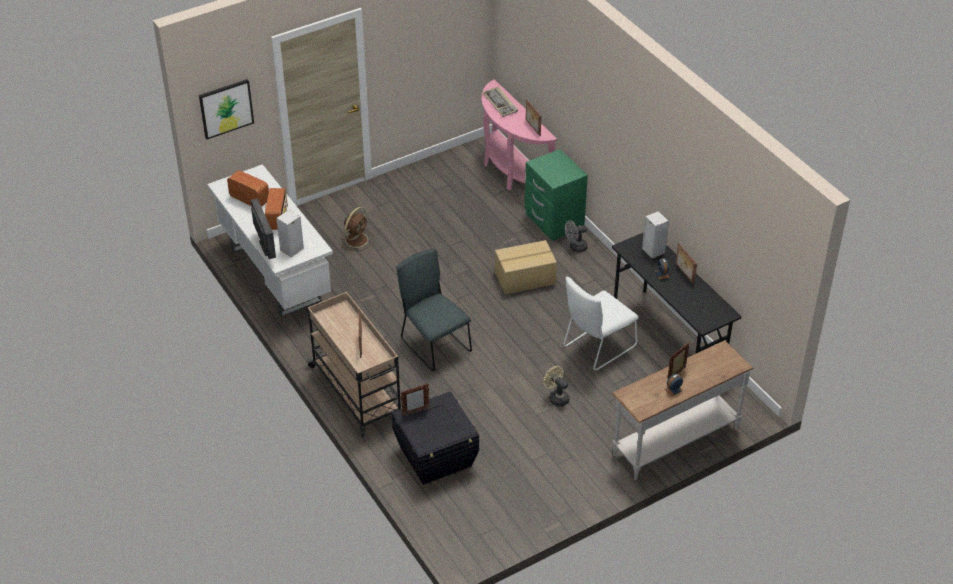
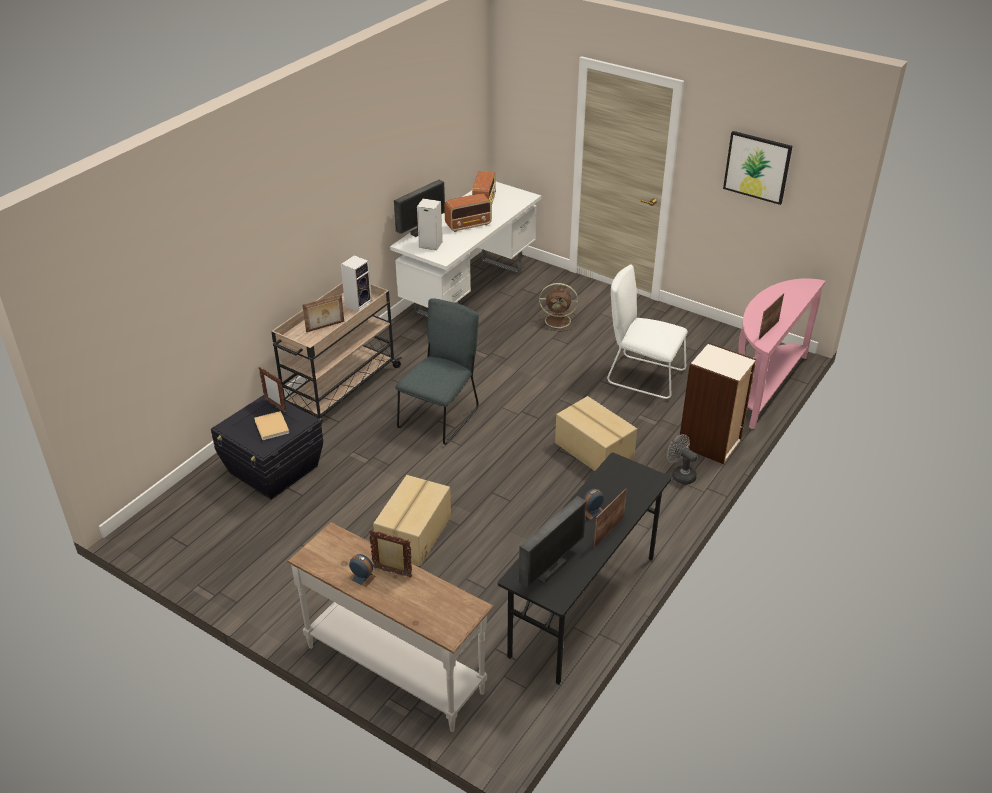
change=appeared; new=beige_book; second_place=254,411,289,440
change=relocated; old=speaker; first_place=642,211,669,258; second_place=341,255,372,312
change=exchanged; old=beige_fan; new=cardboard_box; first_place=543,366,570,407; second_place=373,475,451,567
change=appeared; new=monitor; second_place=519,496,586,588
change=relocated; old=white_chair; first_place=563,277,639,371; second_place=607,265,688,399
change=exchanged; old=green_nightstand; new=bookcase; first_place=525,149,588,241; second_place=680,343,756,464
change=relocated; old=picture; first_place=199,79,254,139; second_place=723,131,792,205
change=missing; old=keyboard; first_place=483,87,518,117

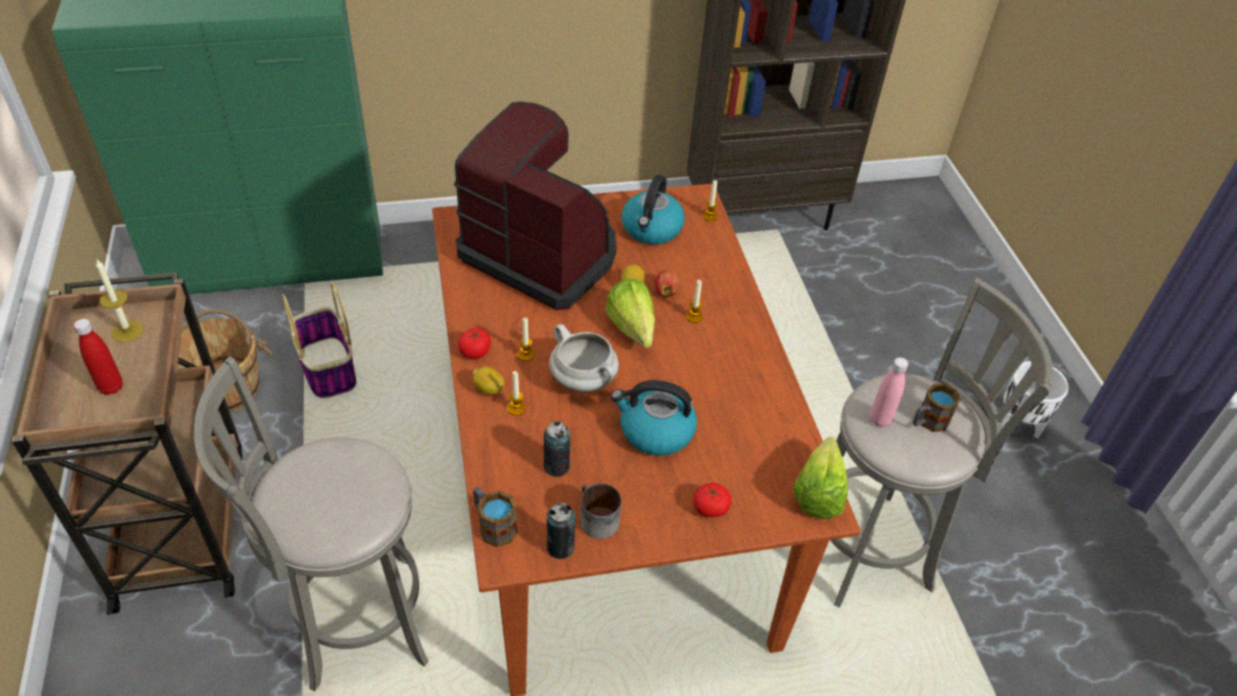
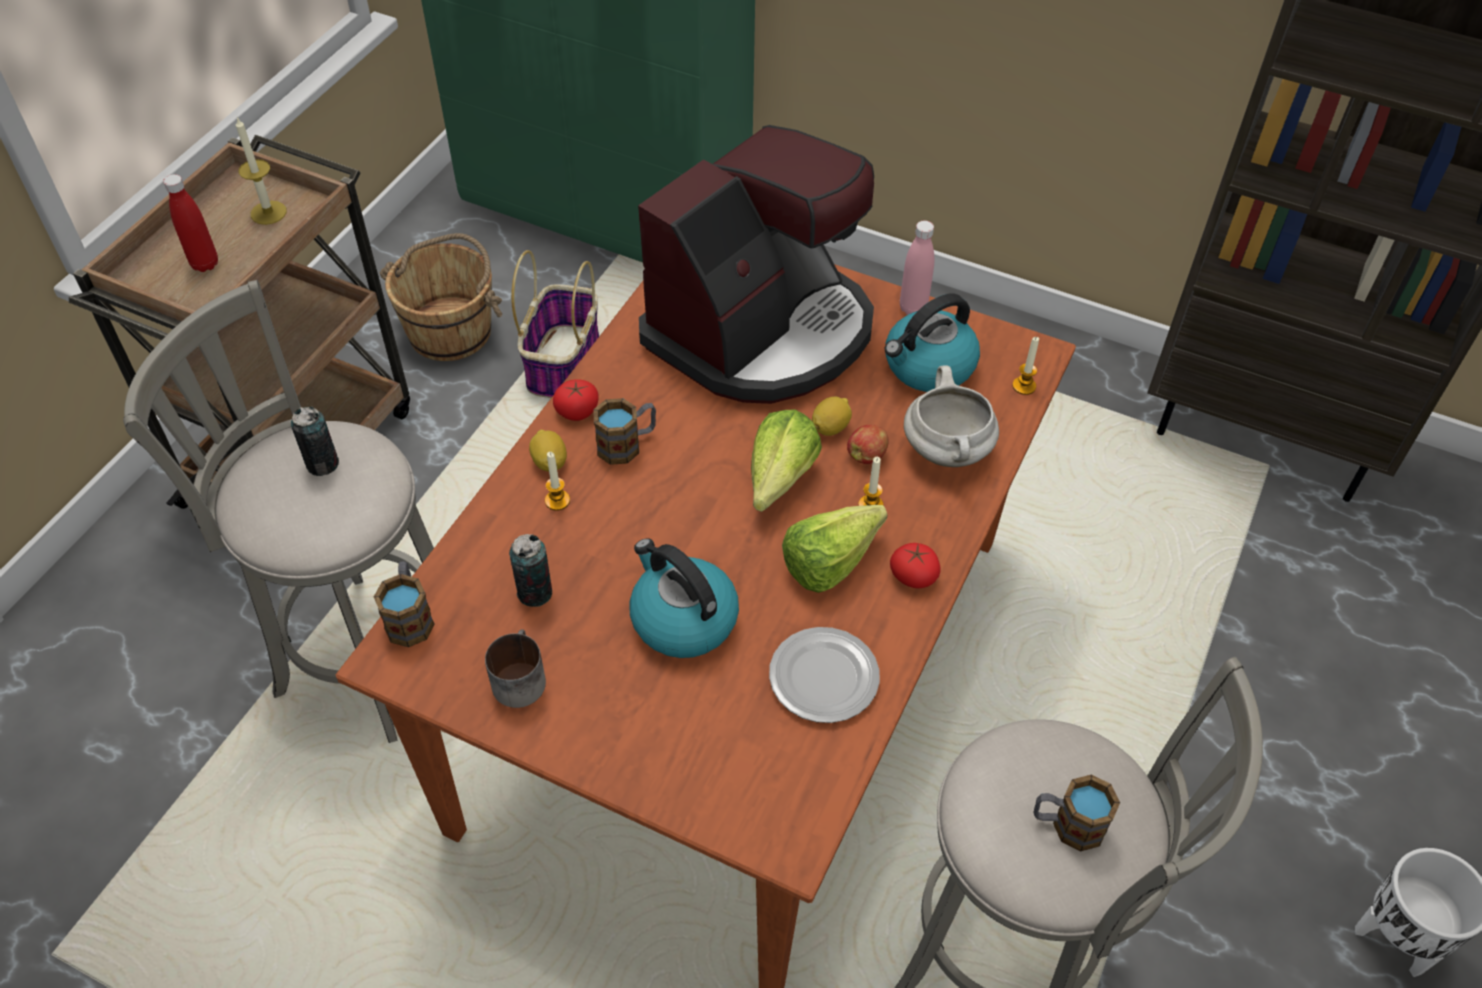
change=relocated; old=can; first_place=547,503,576,559; second_place=291,406,339,476
change=exchanged; old=candle; new=mug; first_place=517,317,535,361; second_place=593,398,656,465
change=spun; old=coffee_machine; first_place=454,101,617,310; second_place=638,125,874,404; degrees=60
change=appeared; new=plate; second_place=769,627,880,723
change=relocated; old=lettuce; first_place=793,437,848,519; second_place=782,505,887,593
change=relocated; old=tomato; first_place=693,483,731,517; second_place=890,543,941,588
change=relocated; old=pink_bottle; first_place=870,357,909,427; second_place=900,221,934,315
change=relocated; old=white_cooking_pot; first_place=549,324,619,393; second_place=904,365,999,467

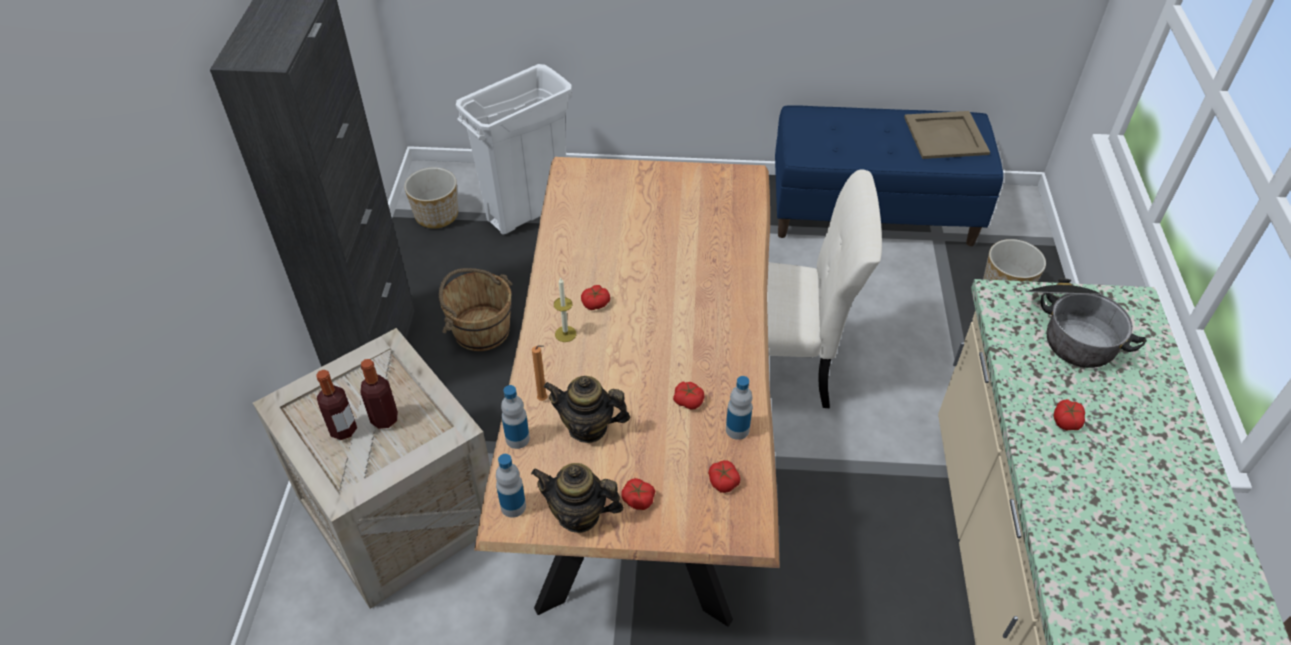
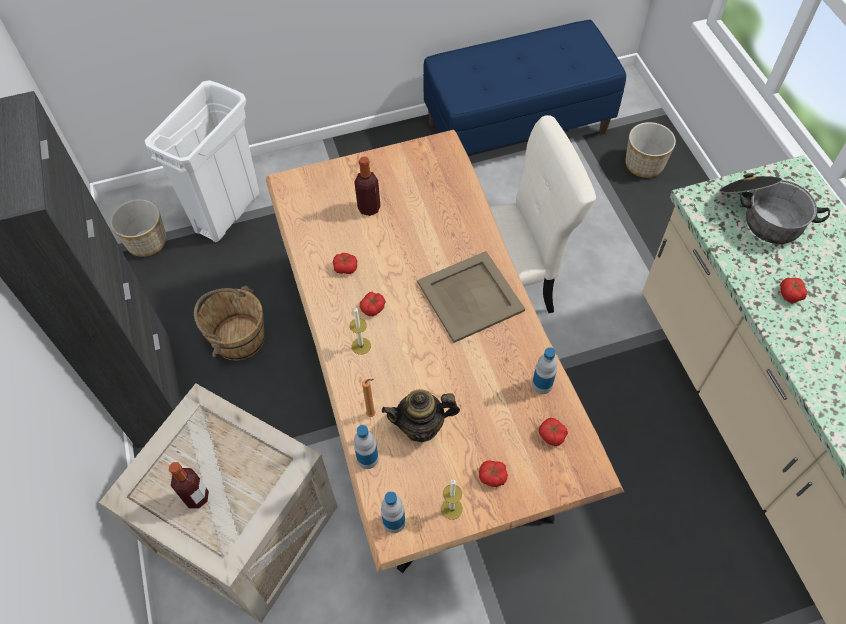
change=relocated; old=tomato; first_place=673,382,705,410; second_place=333,253,357,274
change=relocated; old=bottle; first_place=360,359,398,429; second_place=354,156,380,216
change=relocated; old=beige_tray; first_place=904,111,990,159; second_place=417,251,525,343
change=exchanged; old=teapot; new=candle; first_place=531,463,624,533; second_place=441,479,463,520

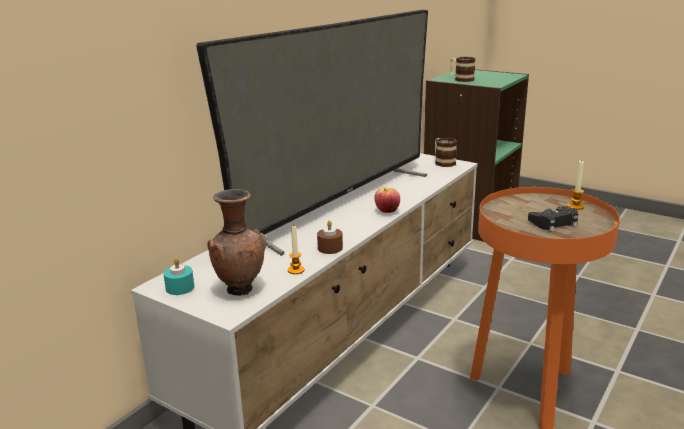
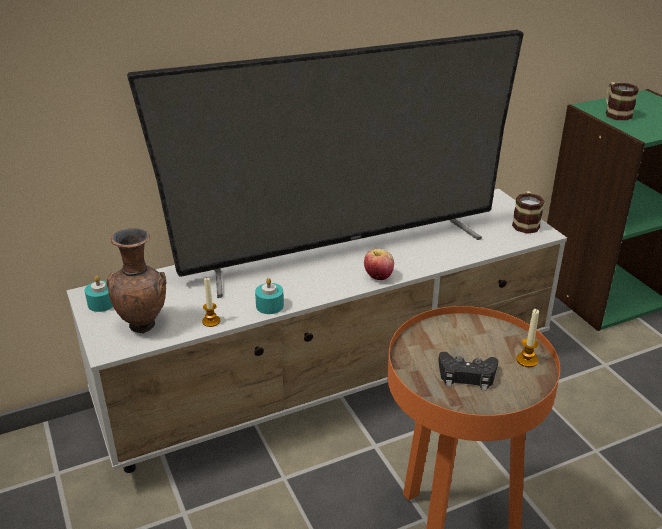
change=colour; old=brown_candle; new=turquoise_candle; first_place=317,221,343,254; second_place=255,278,284,314

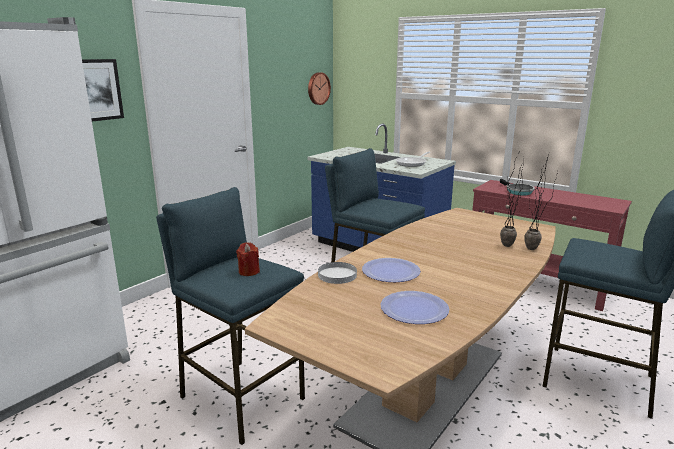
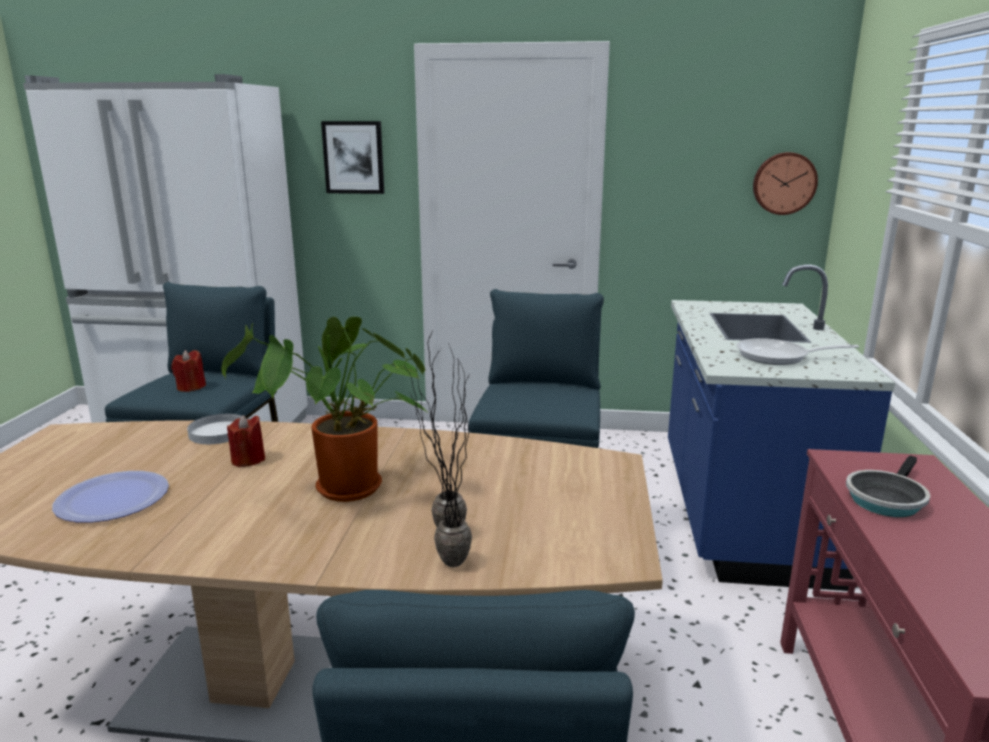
change=appeared; new=potted_plant; second_place=221,317,429,502
change=exchanged; old=plate; new=red_candle; first_place=362,258,421,282; second_place=227,415,265,467

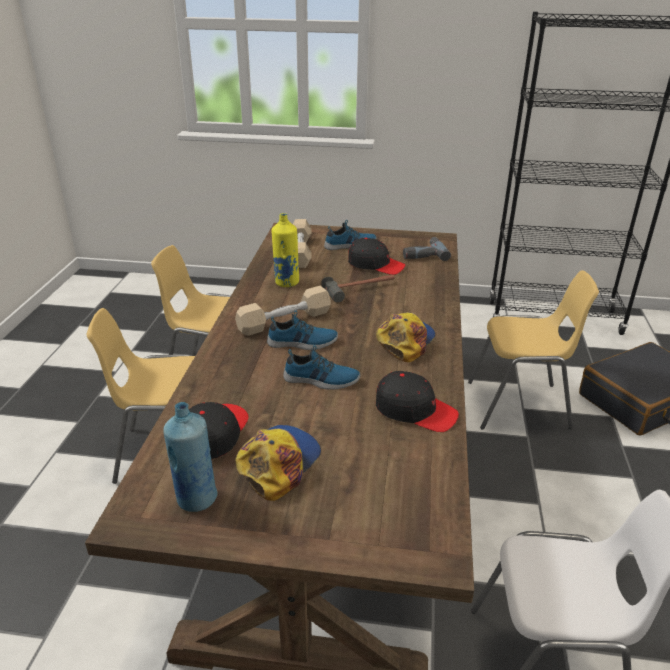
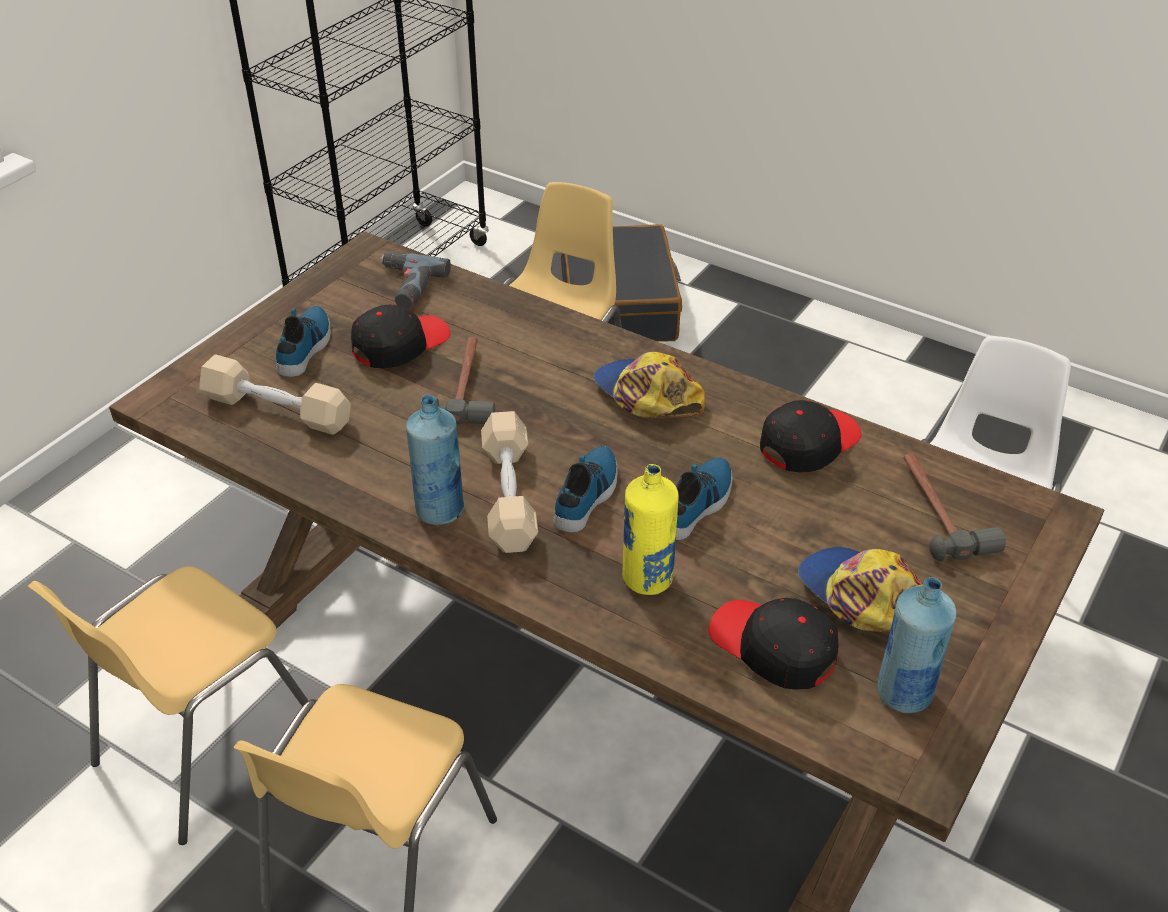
change=appeared; new=blue_bottle; second_place=406,395,464,525
change=relocated; old=yellow_bottle; first_place=271,213,299,287; second_place=622,464,679,595
change=appeared; new=hammer; second_place=904,453,1006,562

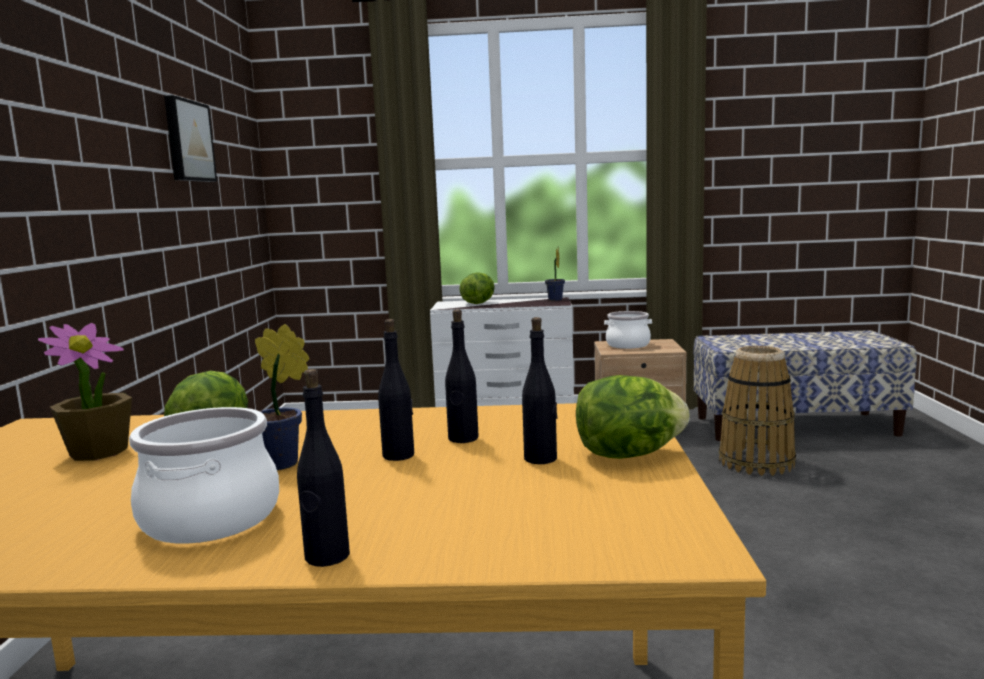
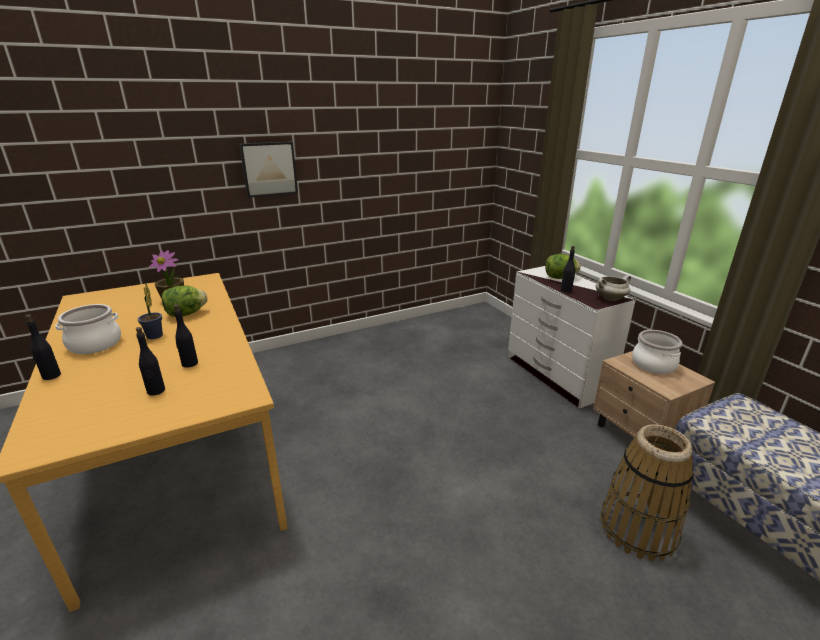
change=relocated; old=picture; first_place=164,95,217,182; second_place=239,142,298,198
change=relocated; old=black_bottle; first_place=378,319,414,461; second_place=561,246,575,293
change=exchanged; old=potted_plant; new=white_cooking_pot; first_place=545,247,565,301; second_place=596,275,631,301
change=missing; old=lettuce; first_place=576,375,690,459

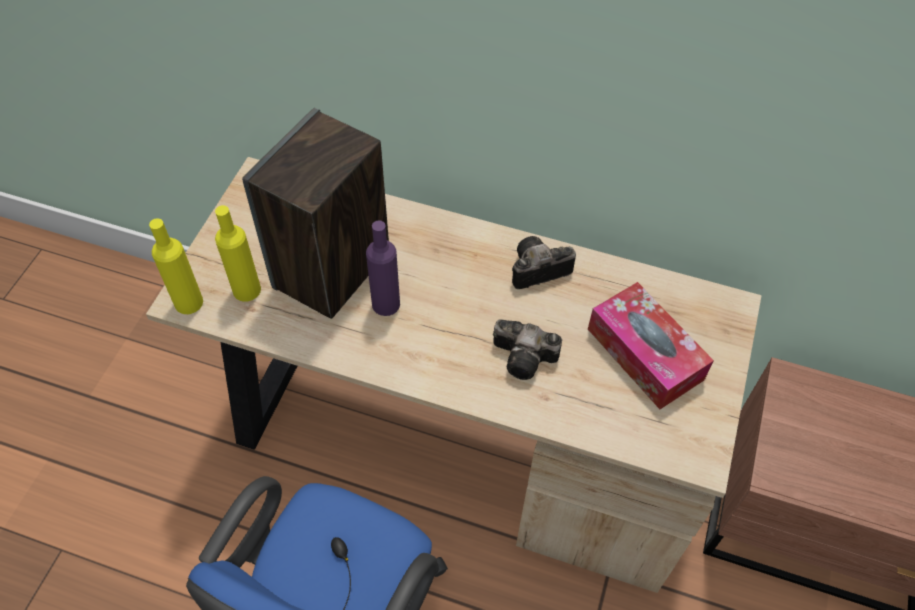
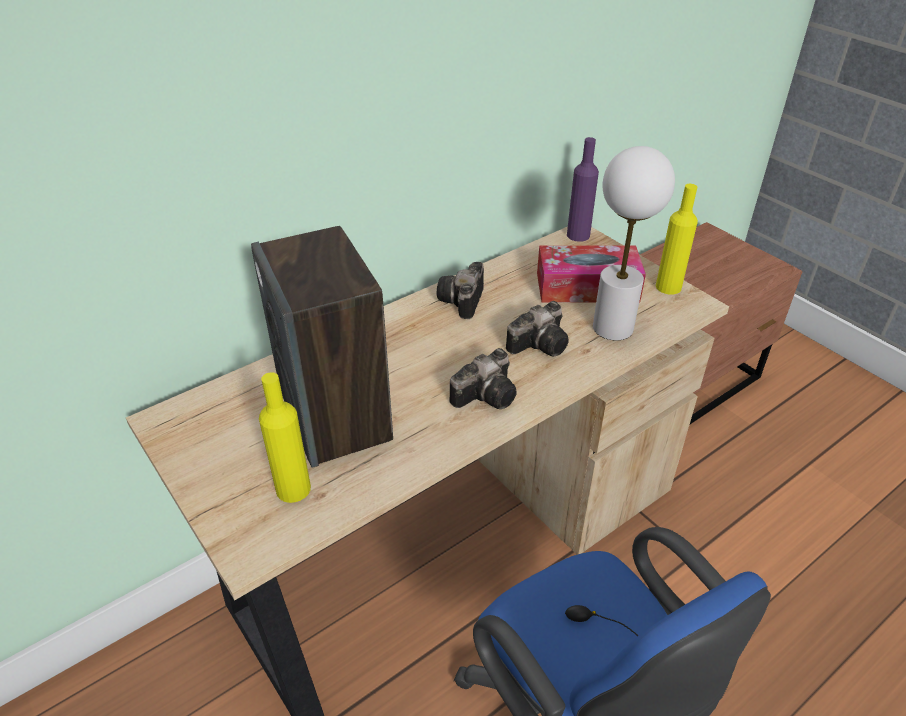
change=appeared; new=photo_camera; second_place=449,348,517,409
change=relocated; old=purple_bottle; first_place=366,220,400,316; second_place=567,137,599,242
change=appeared; new=white_table_lamp; second_place=593,146,675,340
change=relocated; old=yellow_bottle; first_place=149,218,203,314; second_place=656,184,698,295

